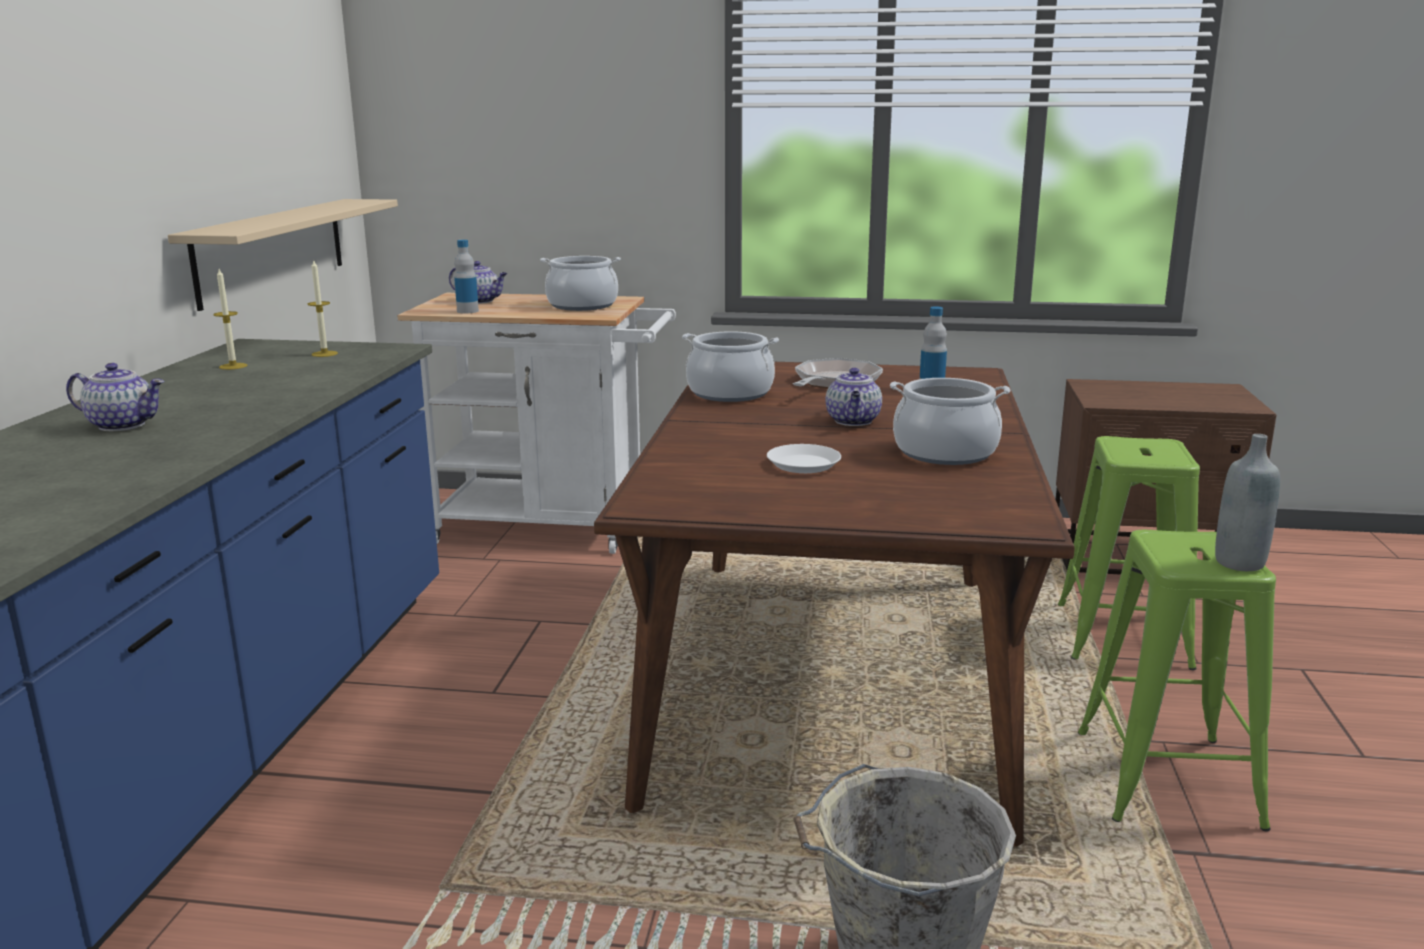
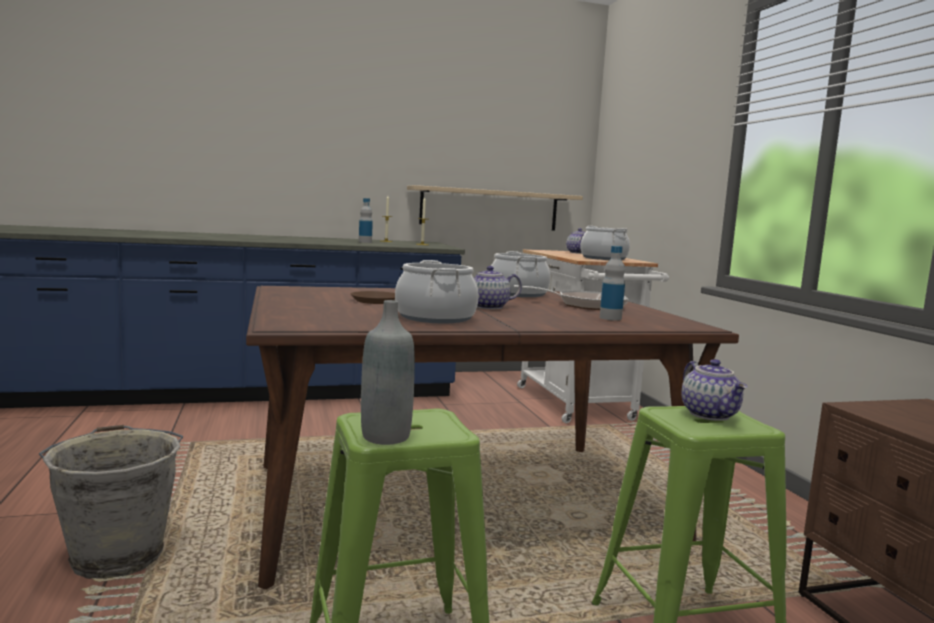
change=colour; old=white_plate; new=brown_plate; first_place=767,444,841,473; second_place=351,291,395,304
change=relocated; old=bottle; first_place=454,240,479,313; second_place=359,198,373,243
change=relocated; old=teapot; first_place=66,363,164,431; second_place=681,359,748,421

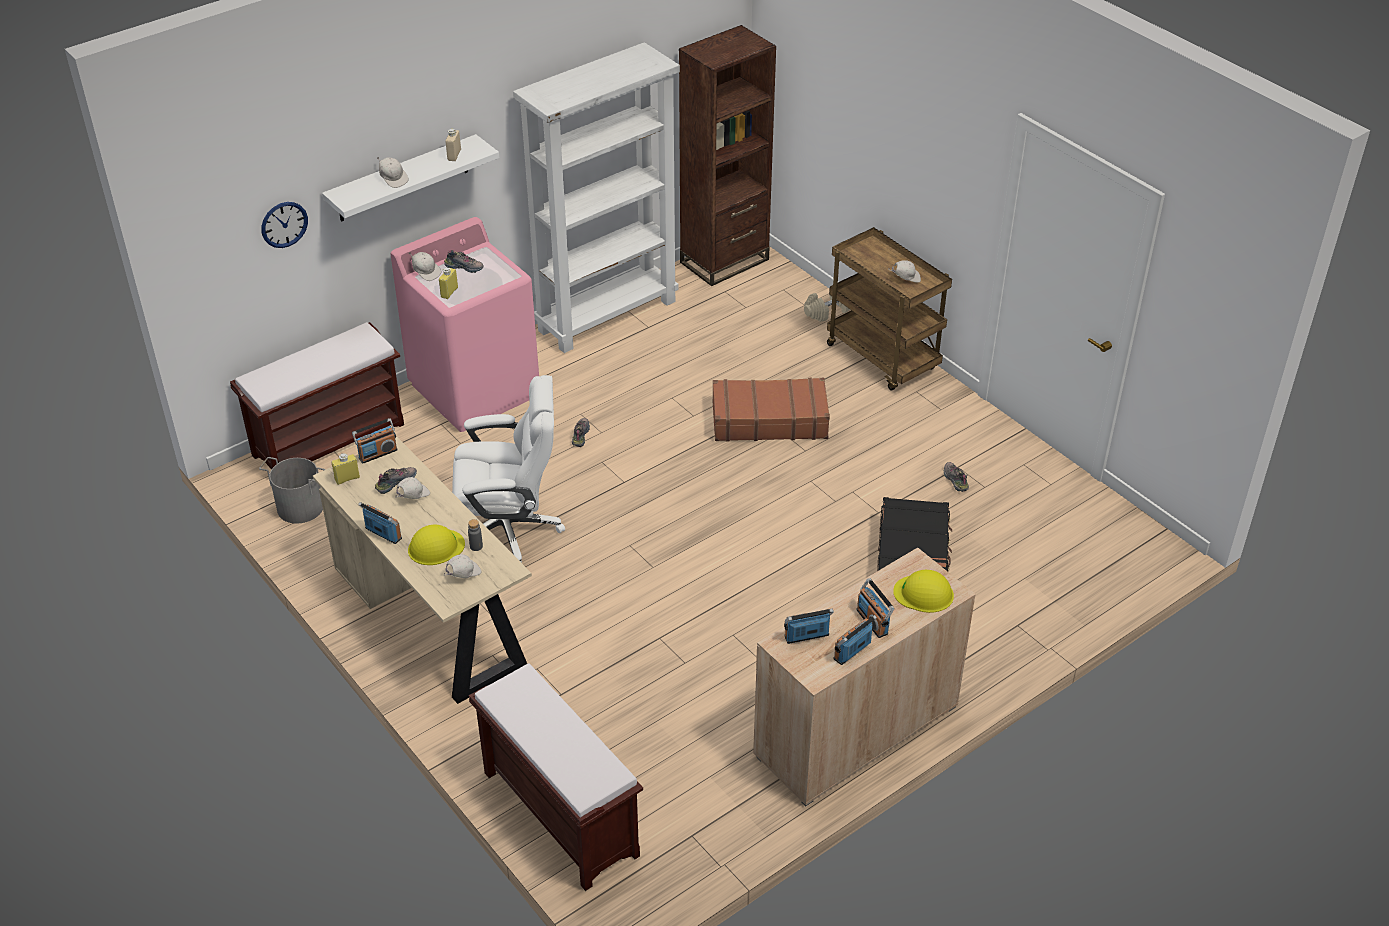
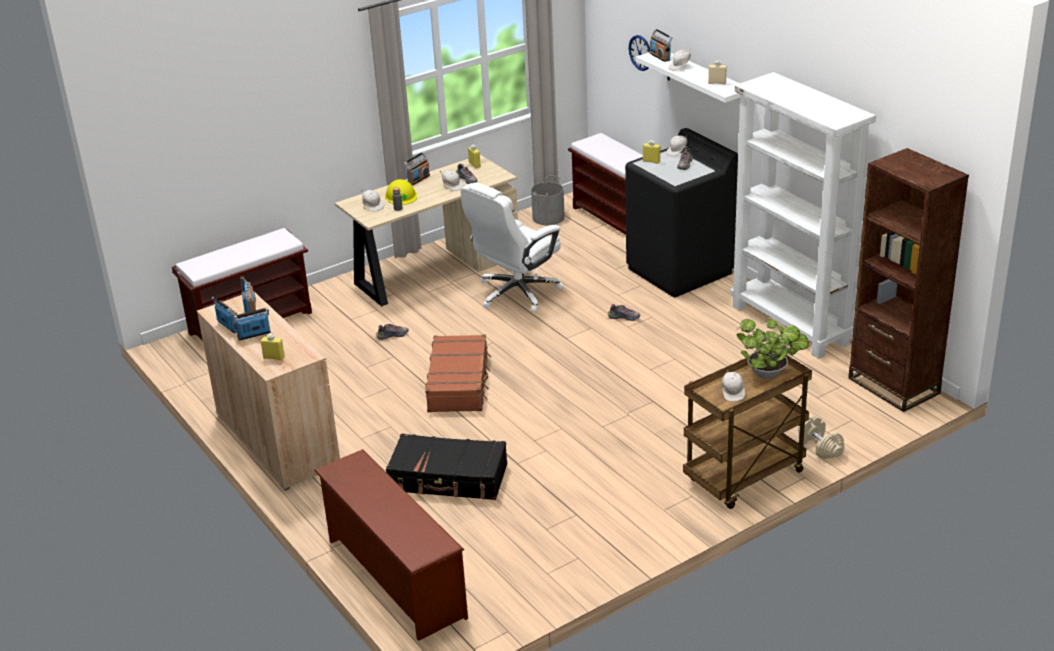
change=exchanged; old=yellow_hard_hat; new=yellow_bottle; first_place=893,570,954,613; second_place=261,334,285,361
change=appeared; new=brown_shoe_rack; second_place=314,449,468,641
change=relocated; old=shoe; first_place=944,462,969,492; second_place=376,324,409,340
change=relocated; old=brown_suitcase; first_place=713,378,830,442; second_place=425,334,491,412
change=spun; old=white_office_chair; first_place=452,375,565,563; second_place=461,182,564,312; degrees=45
change=colour; old=pink_washing_machine; new=black_washing_machine; first_place=391,217,539,432; second_place=625,128,738,297
change=relocated; old=radio; first_place=352,418,397,464; second_place=650,29,672,62
change=appeared; new=potted_plant; second_place=736,319,809,379

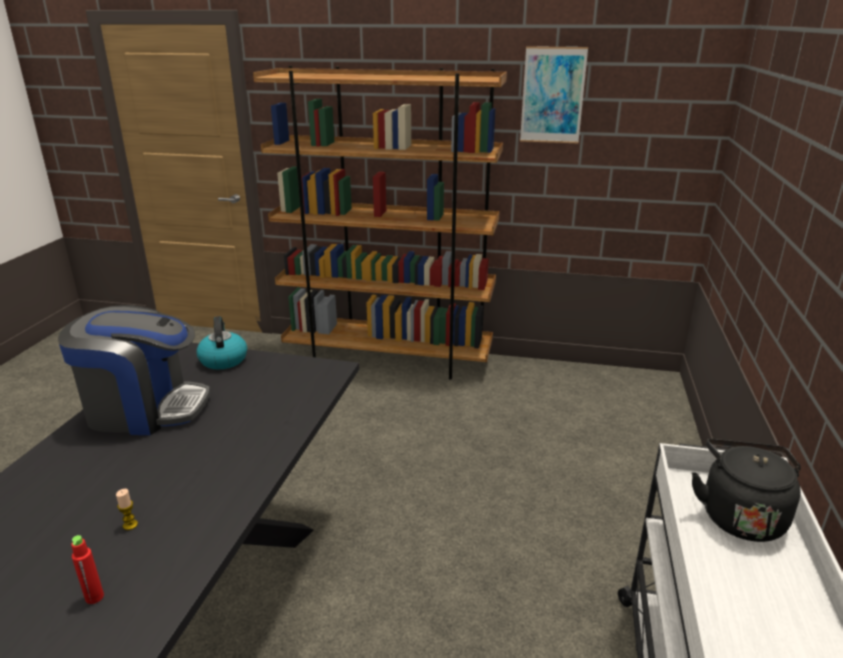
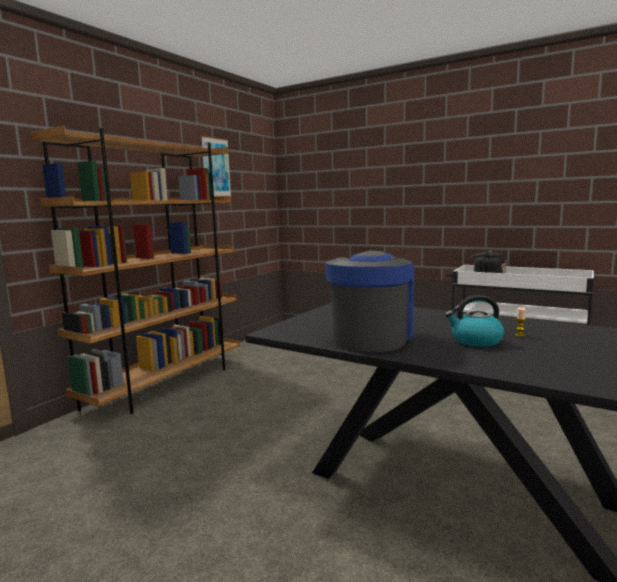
change=relocated; old=kettle; first_place=196,316,247,369; second_place=445,295,504,347
change=missing; old=red_bottle; first_place=71,535,104,604

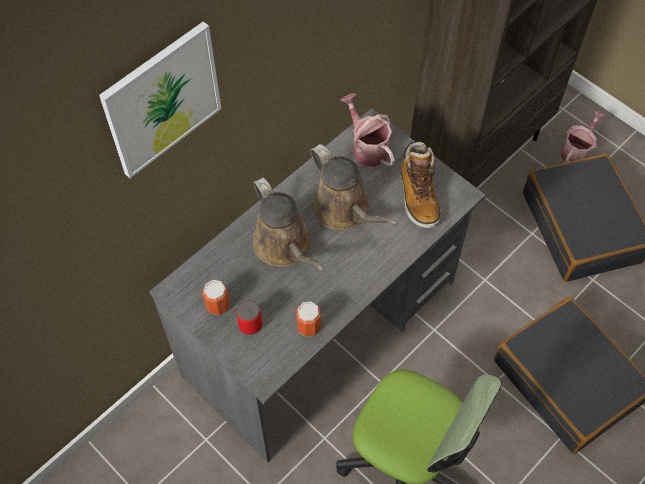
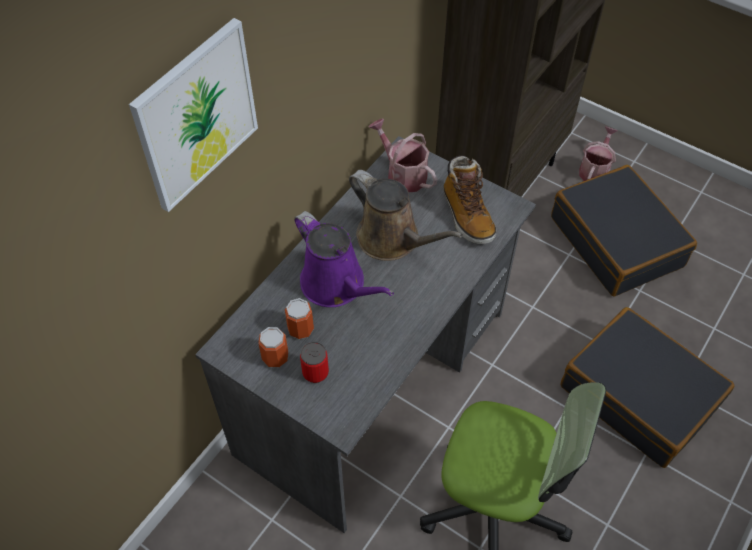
change=relocated; old=can; first_place=296,302,321,337; second_place=285,298,314,339
change=colour; old=brown_watering_can; new=purple_watering_can; first_place=252,177,325,272; second_place=294,211,394,307

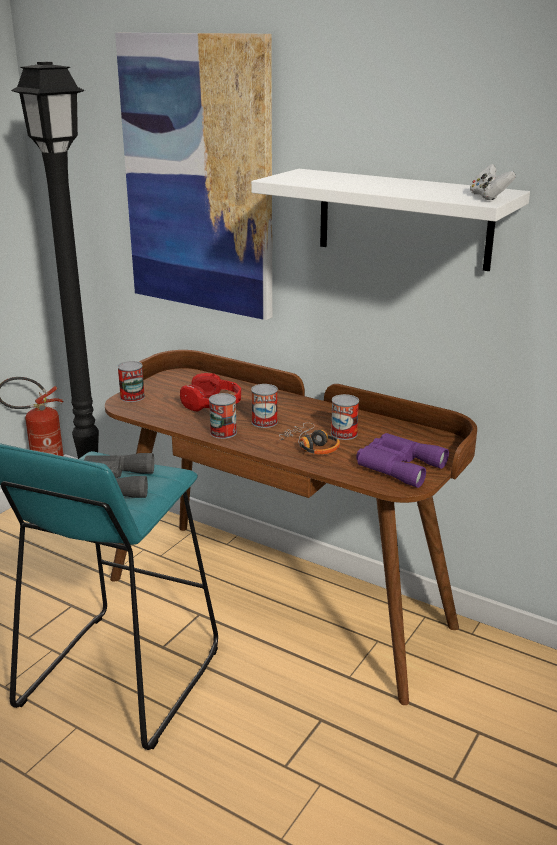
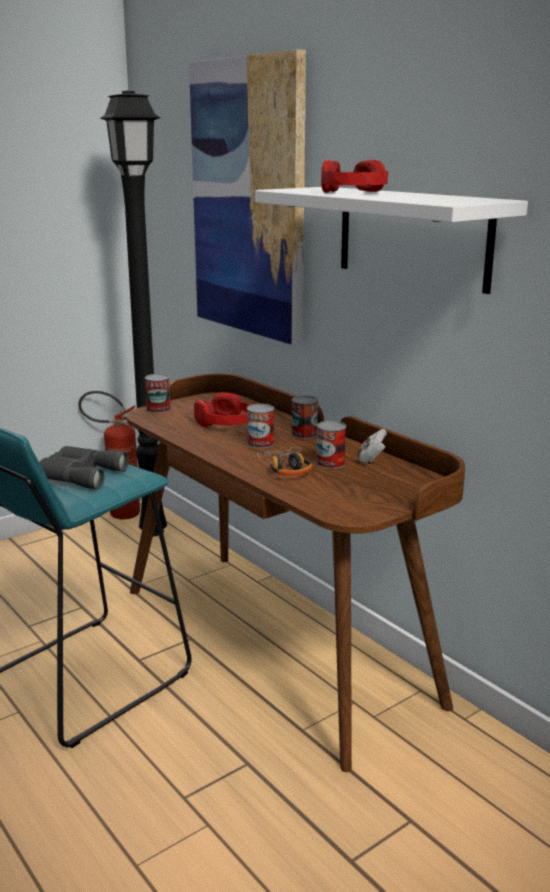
change=relocated; old=can; first_place=209,393,237,439; second_place=291,396,318,439
change=appeared; new=red_headphones; second_place=321,160,388,193
change=relocated; old=white_game_controller; first_place=470,164,516,200; second_place=358,429,387,463
change=missing; old=purple_binoculars; first_place=356,433,449,488

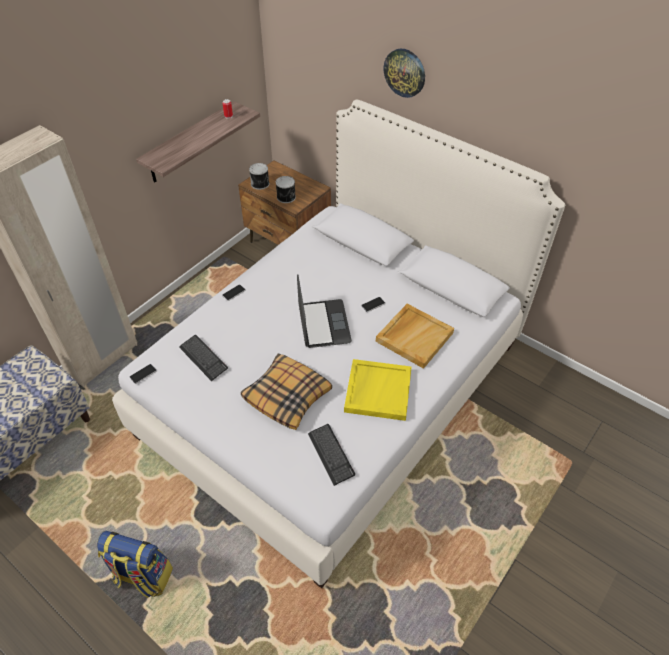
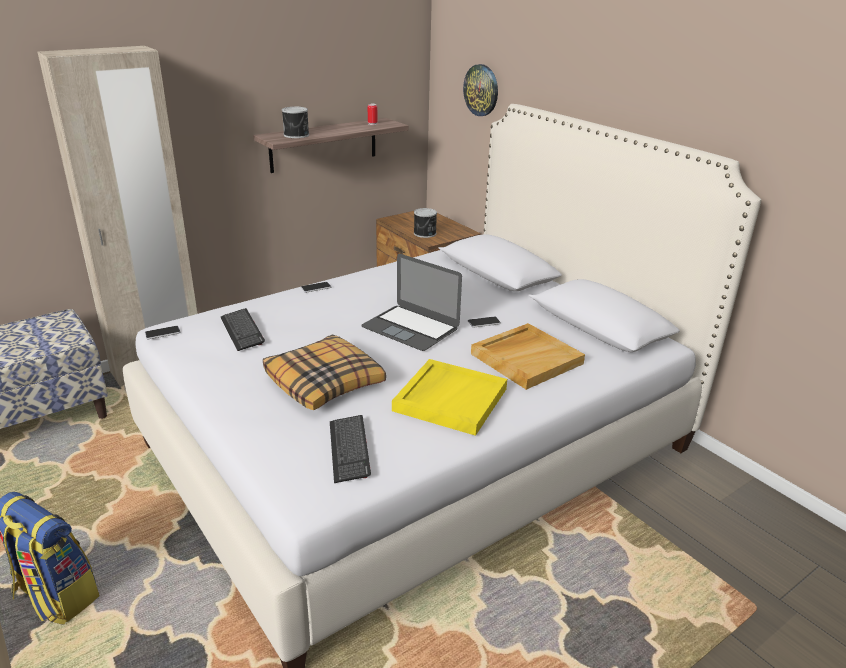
change=relocated; old=can; first_place=249,163,269,190; second_place=282,107,309,138
change=spun; old=laptop; first_place=297,274,352,348; second_place=361,254,462,351; degrees=120
change=relocated; old=wall_clock; first_place=384,49,425,98; second_place=463,64,498,116

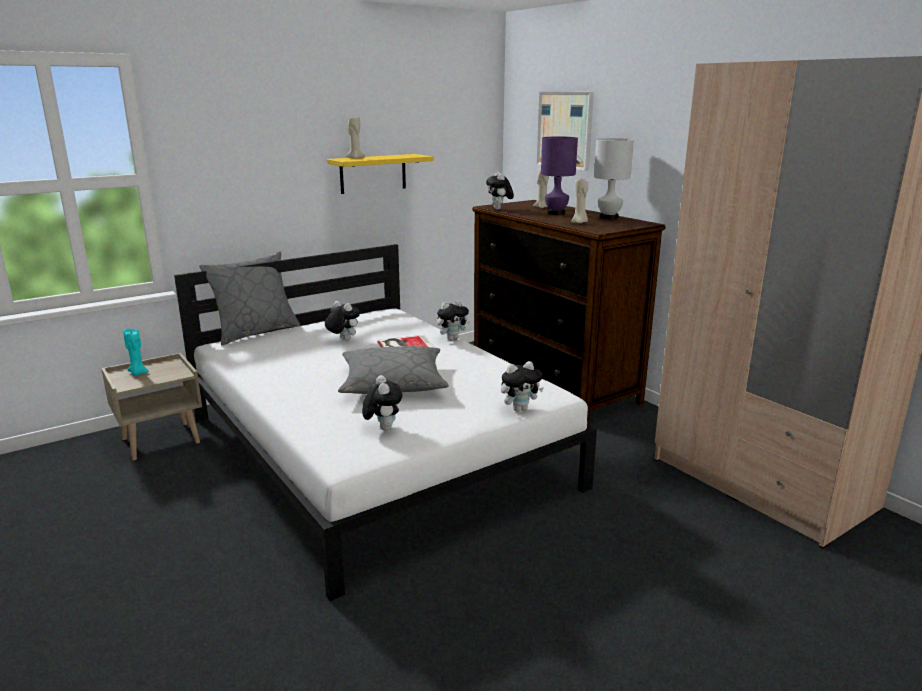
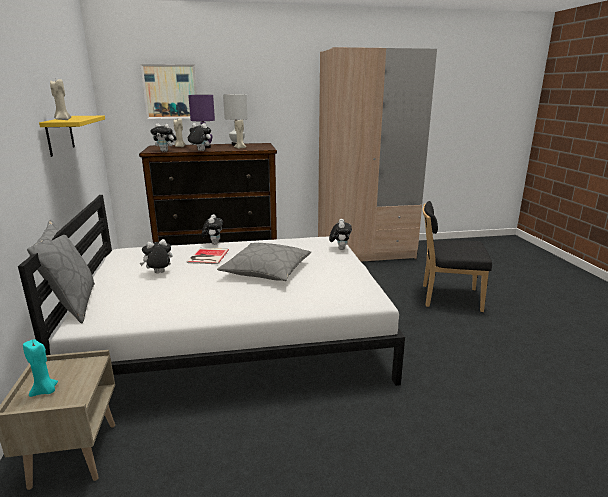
change=relocated; old=plush_toy; first_place=362,375,402,431; second_place=188,123,211,151
change=appeared; new=black_chair; second_place=423,201,492,312

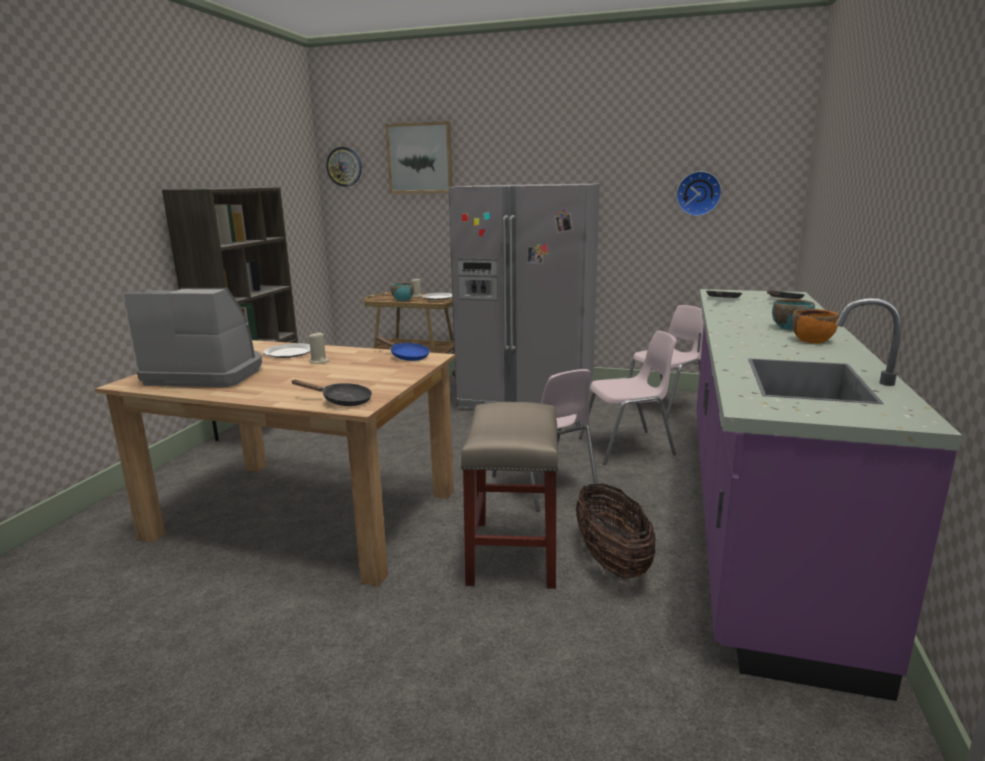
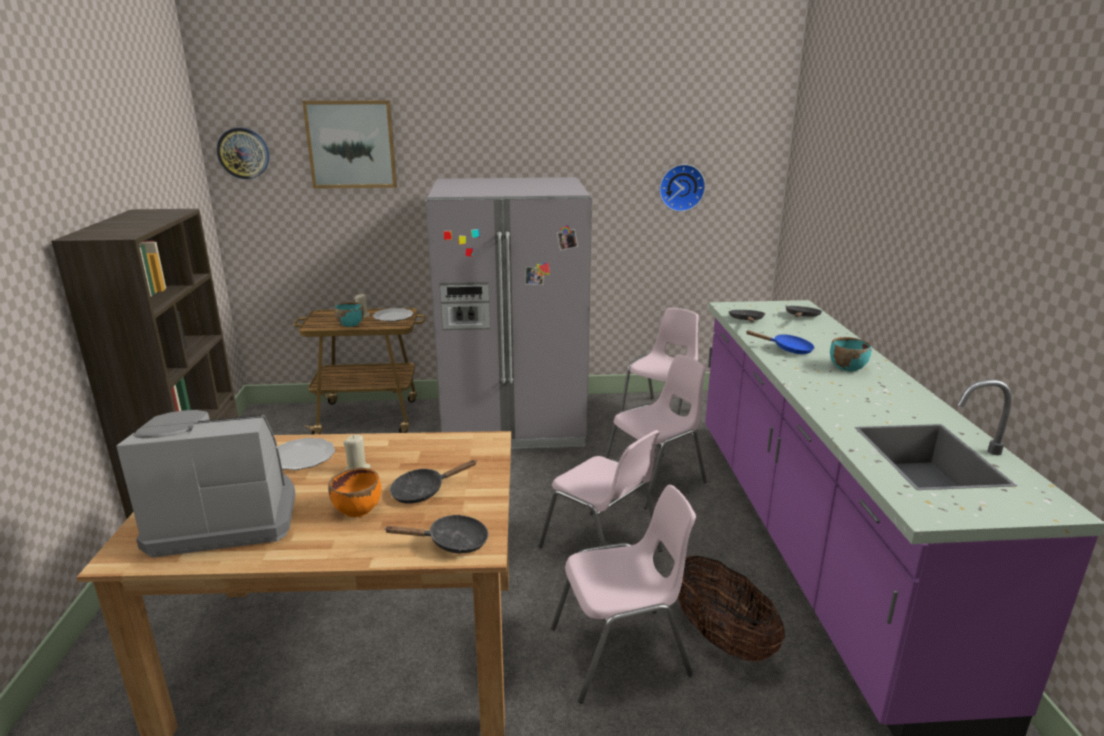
change=relocated; old=orange_bowl; first_place=792,309,839,343; second_place=328,468,381,517
change=appeared; new=black_frying_pan; second_place=390,460,477,504
change=exchanged; old=beige_stool; new=pink_chair; first_place=460,402,559,589; second_place=551,485,696,703
change=relocated; old=blue_frying_pan; first_place=375,336,430,361; second_place=745,331,815,354

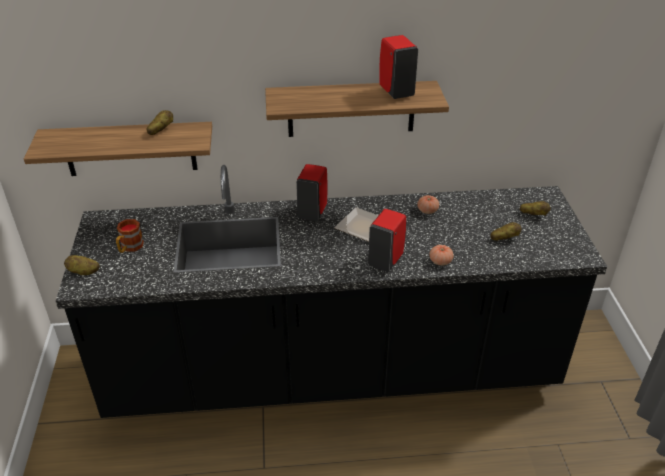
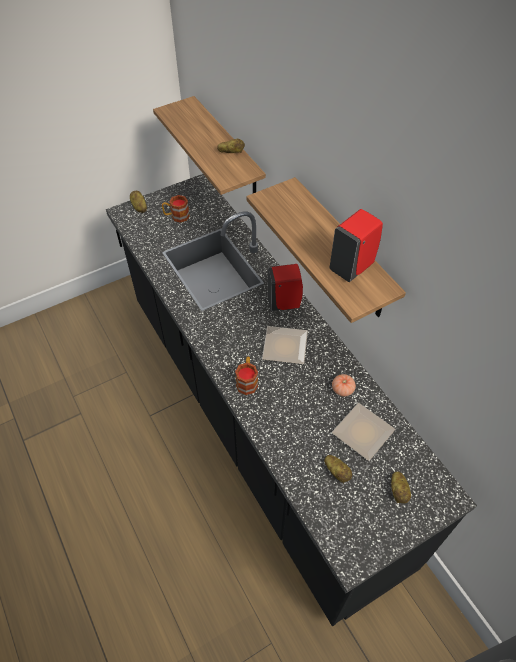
change=exchanged; old=red_soap_dispenser; new=mug; first_place=368,209,406,272; second_place=235,357,258,395
change=appeared; new=plate; second_place=332,403,395,461
change=missing; old=tomato; first_place=430,245,454,266

